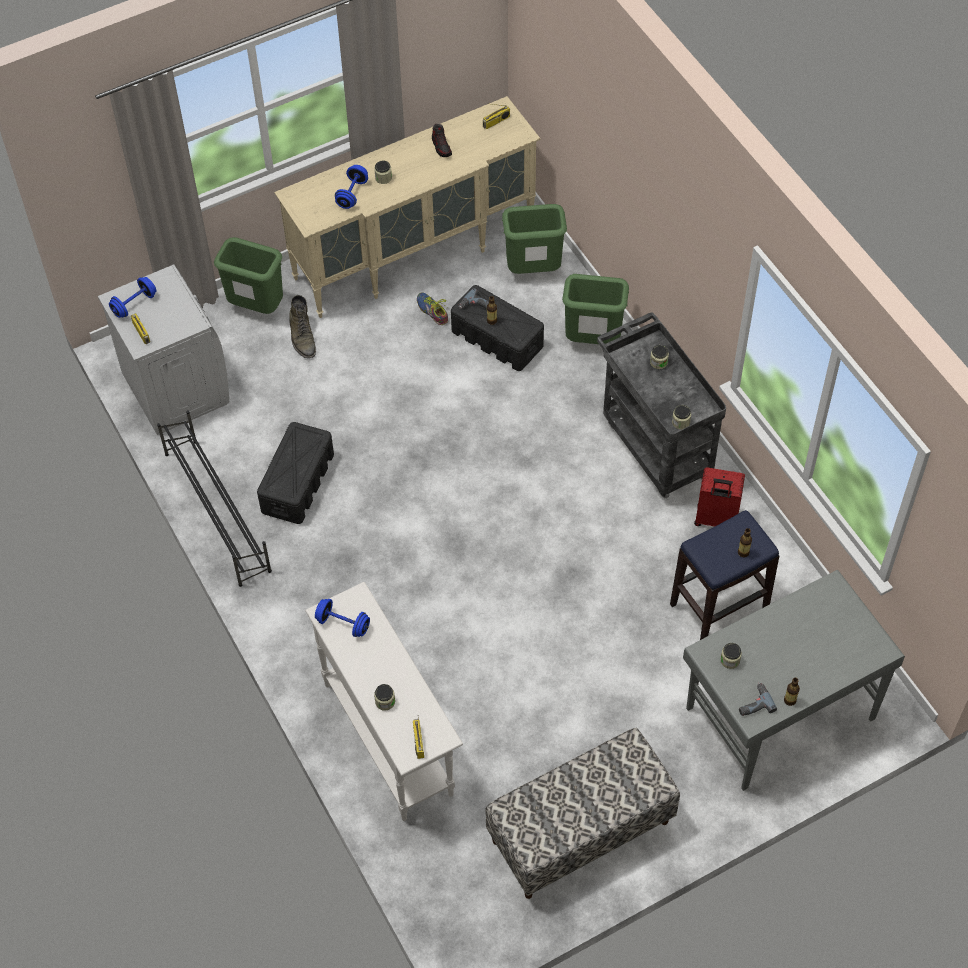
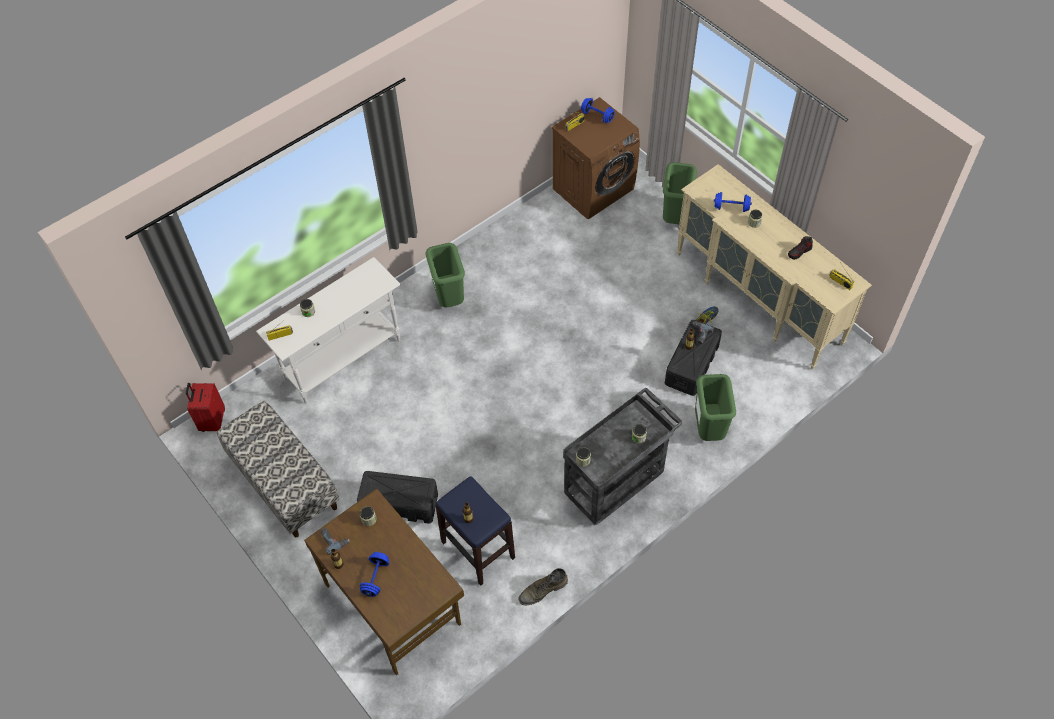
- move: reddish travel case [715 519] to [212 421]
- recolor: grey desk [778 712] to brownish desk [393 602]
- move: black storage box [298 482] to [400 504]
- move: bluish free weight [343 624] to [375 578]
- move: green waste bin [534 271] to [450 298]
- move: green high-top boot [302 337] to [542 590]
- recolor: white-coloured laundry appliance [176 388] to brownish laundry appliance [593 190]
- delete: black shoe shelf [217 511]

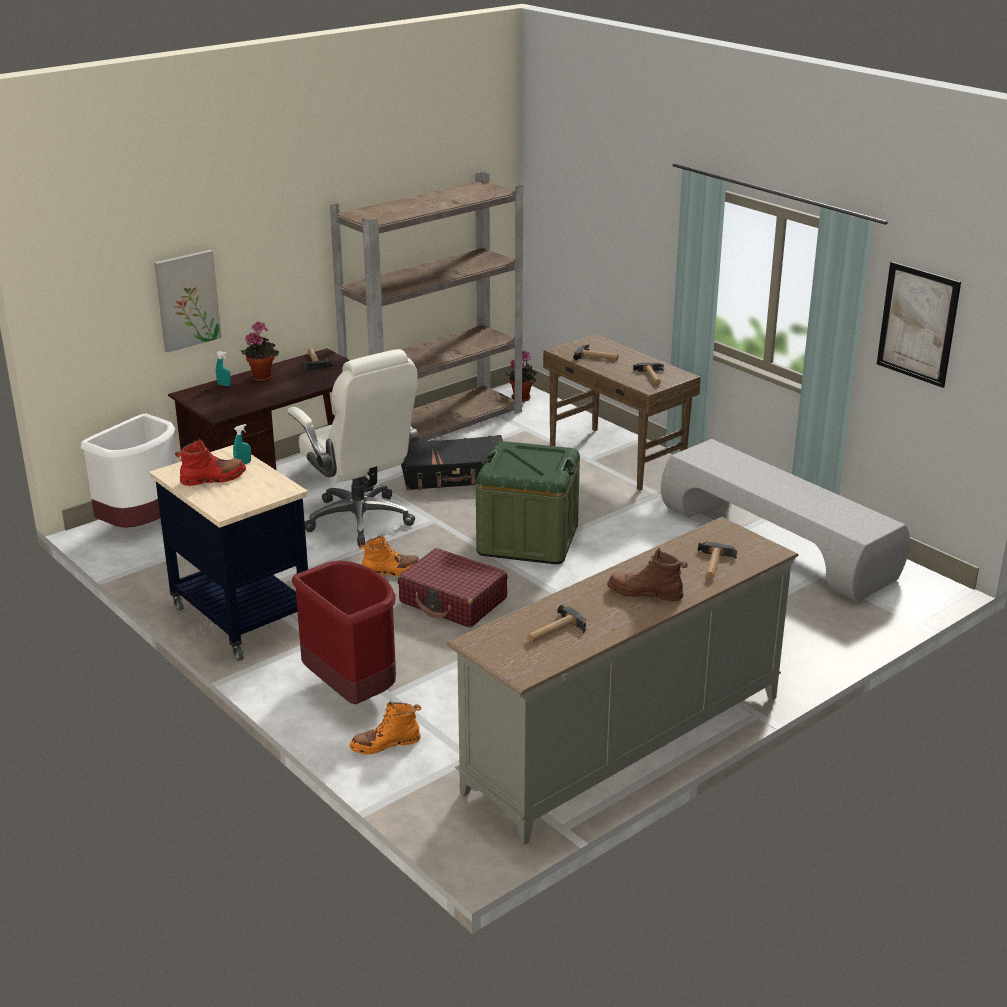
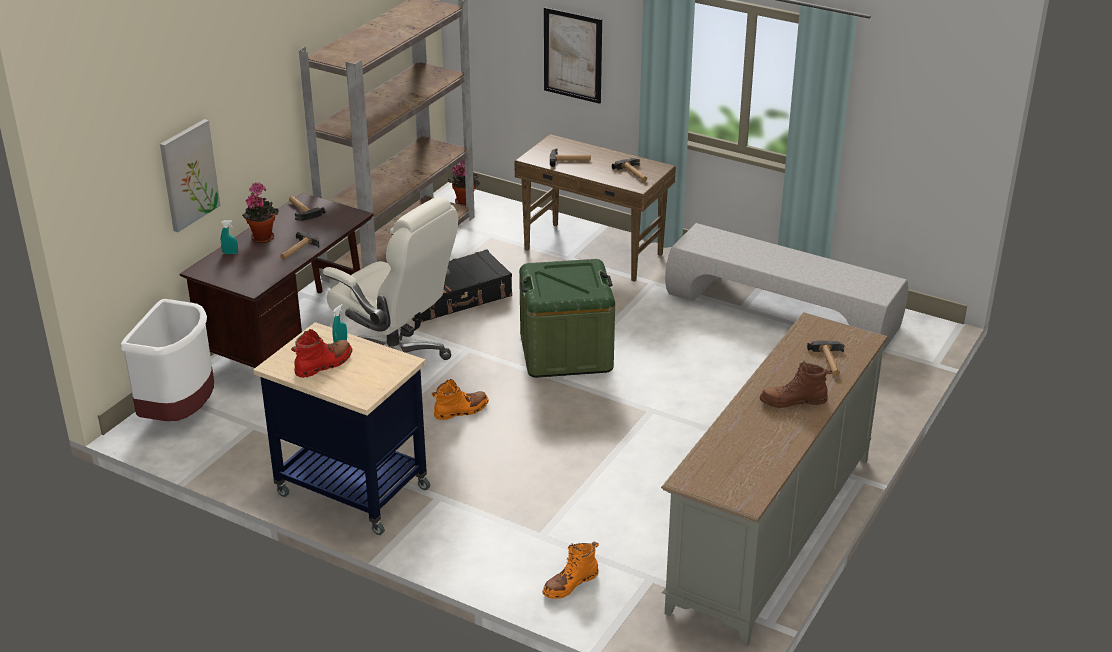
- move: hammer [554 631] to [297 250]
- move: wall art [918 324] to [573 55]
- delete: reddish waste bin [352 690]
- delete: reddish travel case [453 601]

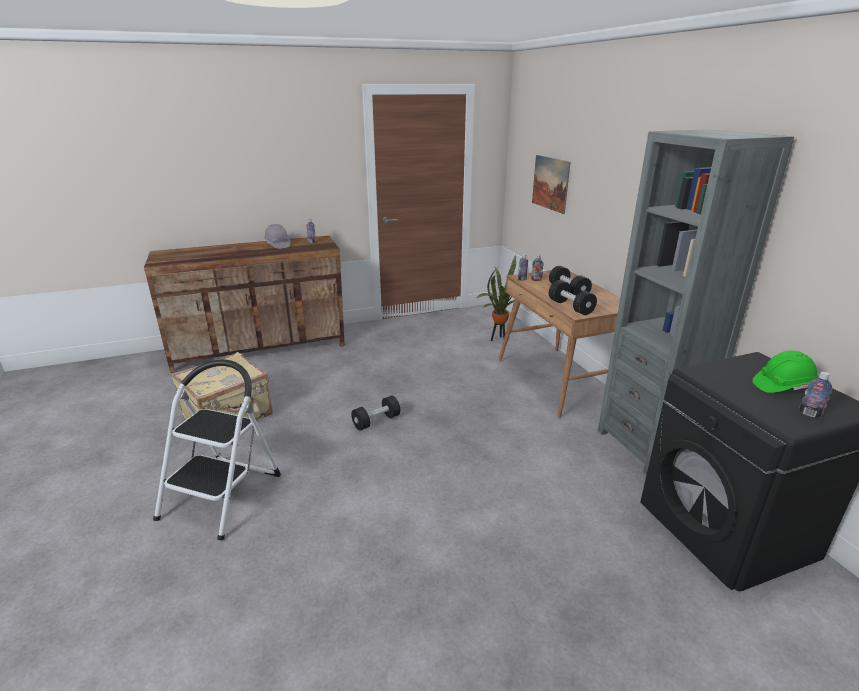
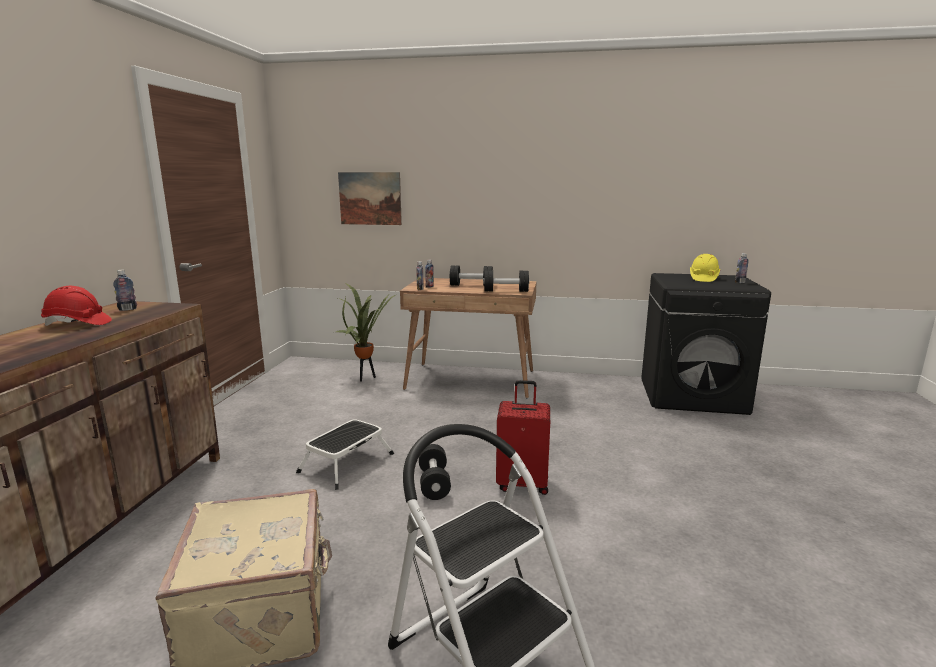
- recolor: grey hard hat [277 245] to reddish hard hat [78 324]
- insert: black step ladder [347 463]
- insert: reddish travel case [522 483]
- recolor: green hard hat [782 386] to yellowish hard hat [703 278]
- delete: grey bookcase [648 445]

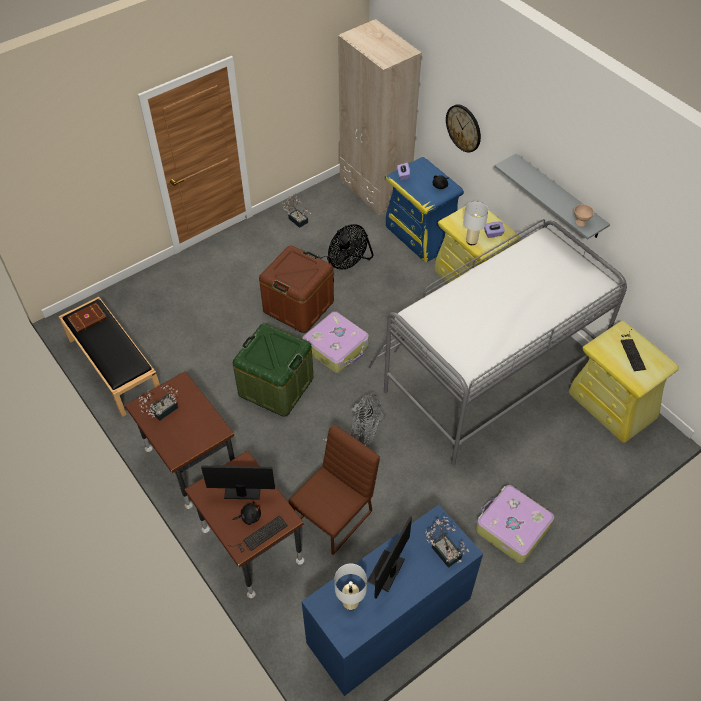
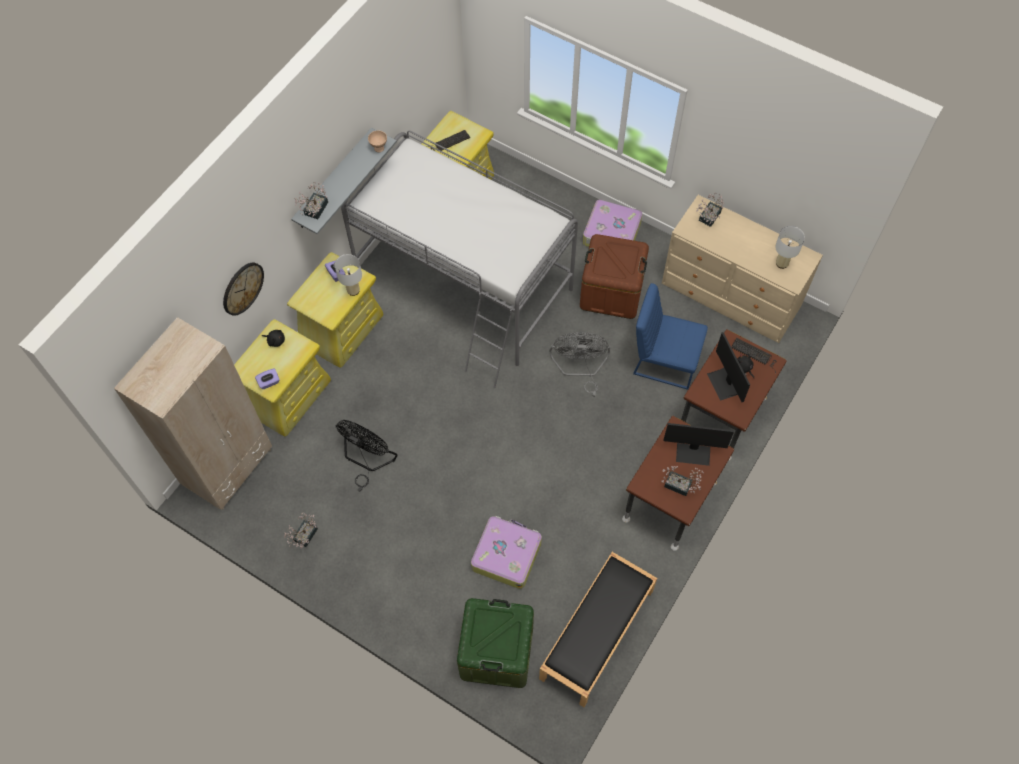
- recolor: bluish nightstand [421 235] to yellowish nightstand [289 396]
- insert: plant in a pot [314 210]
- move: green storage box [276 386] to [496 651]
- move: travel case [336 347] to [506 554]
- move: brownish storage box [298 306] to [611 291]
- recolor: brownish upright chair [335 516] to bluish upright chair [664 361]
- recolor: bluish dresser [388 620] to beige dresser [731 294]
- move: computer display [387 571] to [693 453]
- delete: brownish volume [88 319]

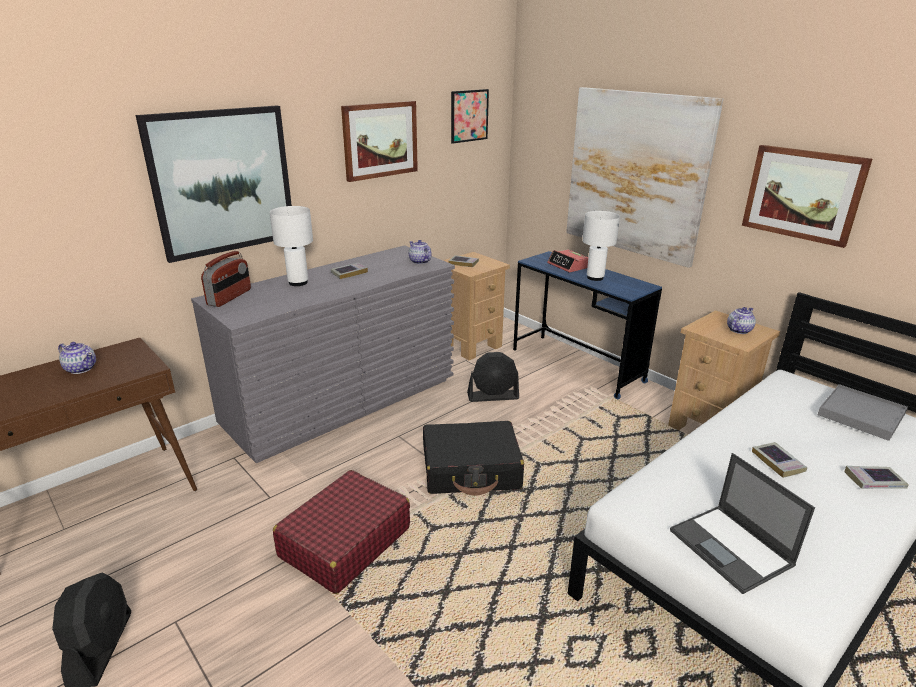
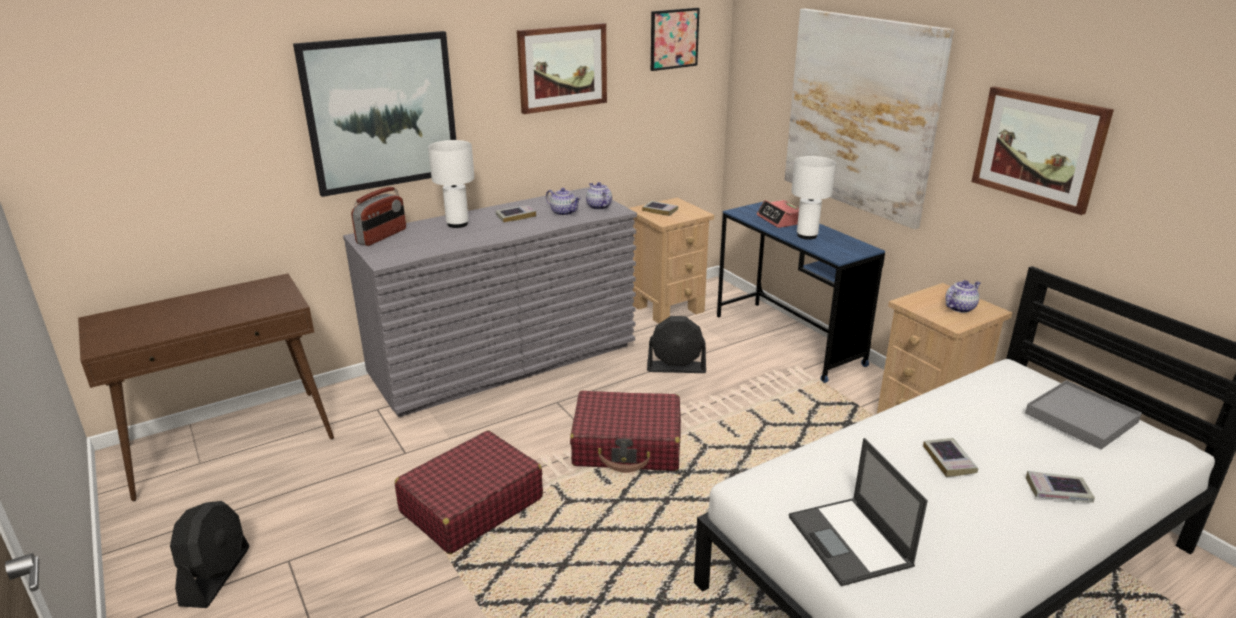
- move: tea pot [81 368] to [563 212]
- recolor: black travel case [471 470] to reddish travel case [627 445]

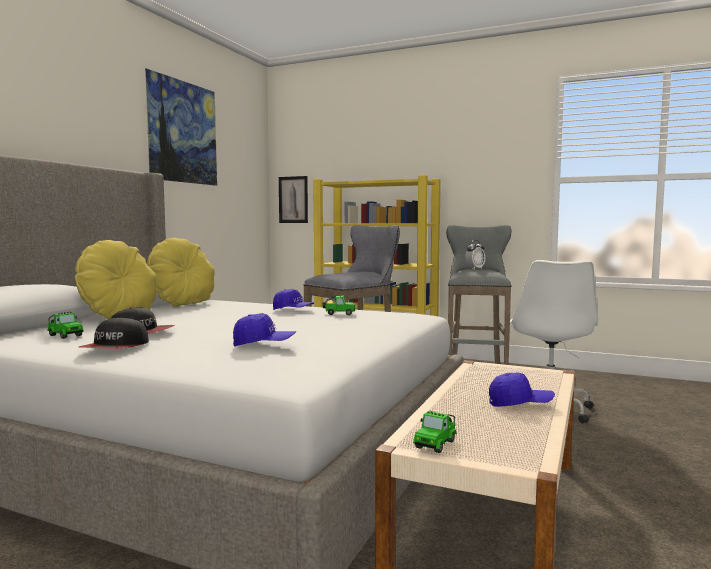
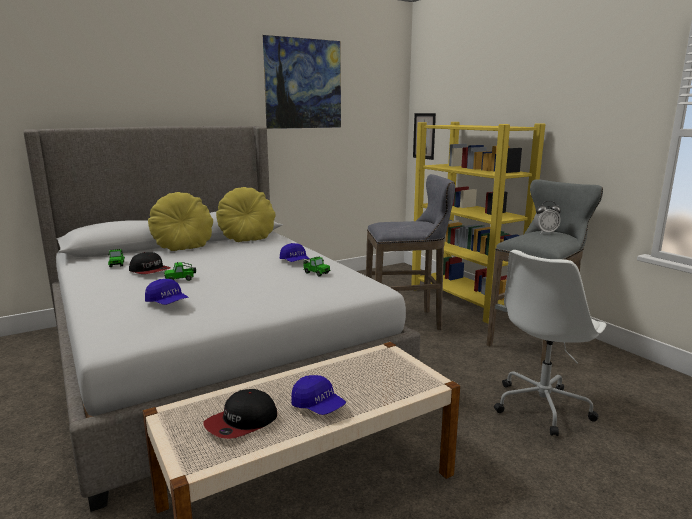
- move: toy car [436 443] to [181 279]
- move: peaked cap [116 347] to [242 422]

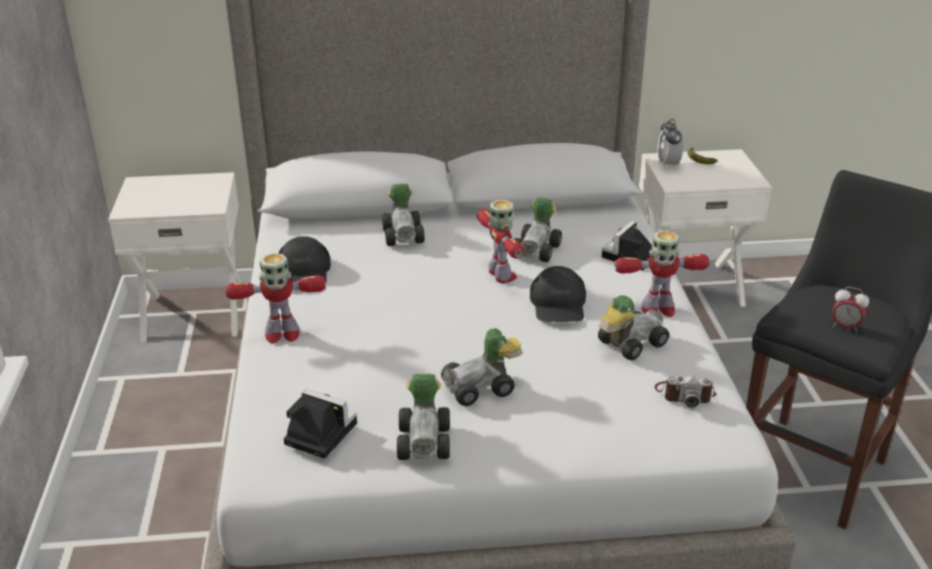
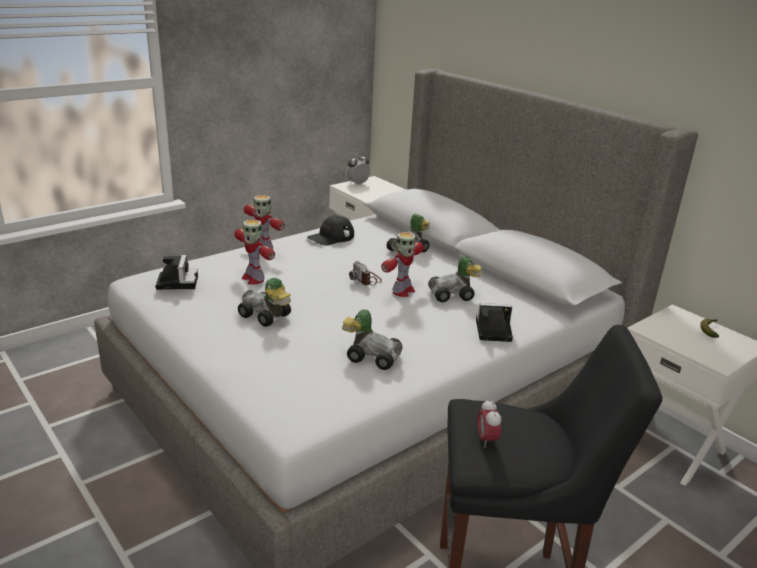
- move: robot figure [657 309] to [253 278]
- move: table clock [668 165] to [357 184]
- move: still camera [684 394] to [366 279]
- delete: toy car [426 439]
- delete: black peaked cap [558 304]

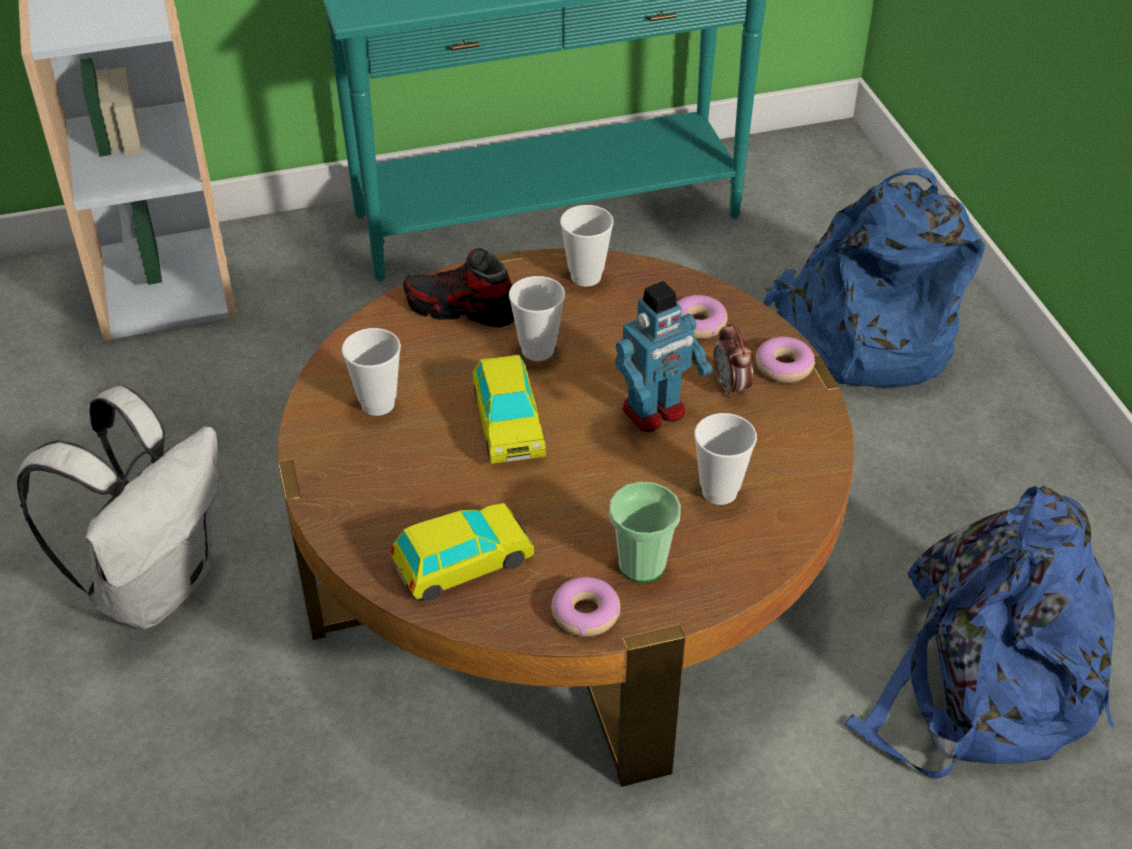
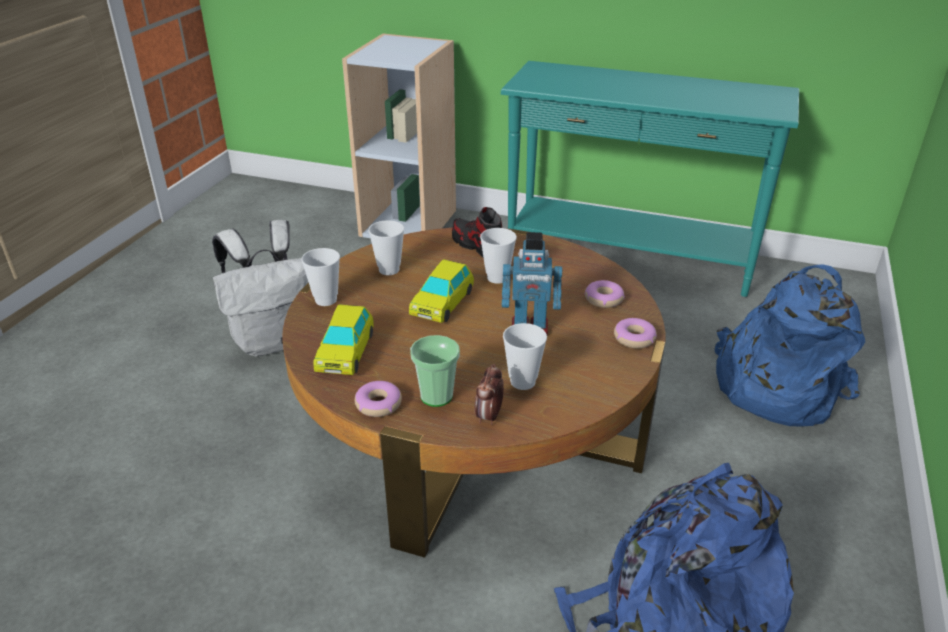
- move: small cup [586 276] to [326 300]
- rotate: toy car [463 563] = [346 353] 90 degrees clockwise
- move: table clock [731 387] to [489 417]

